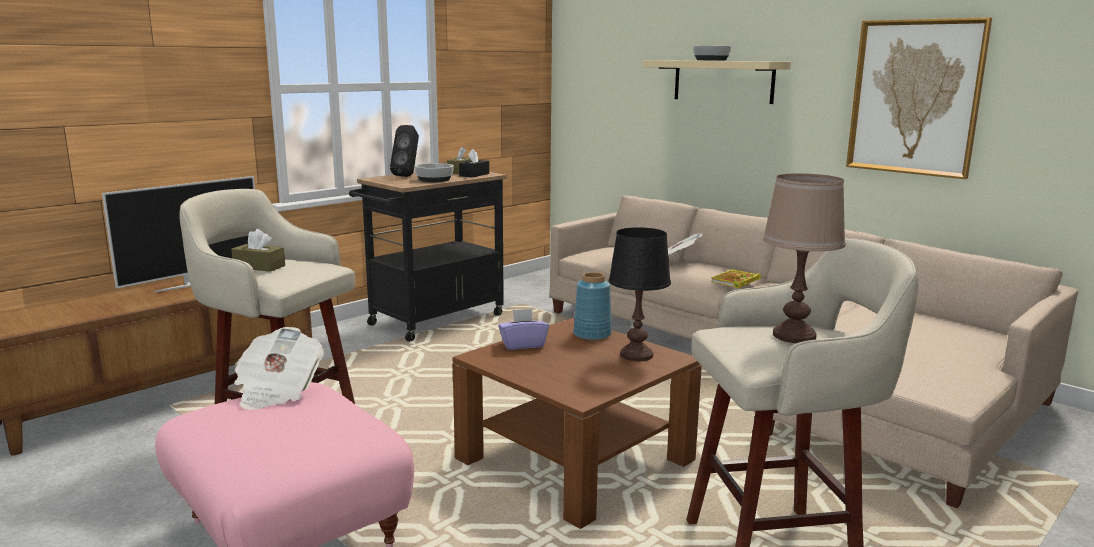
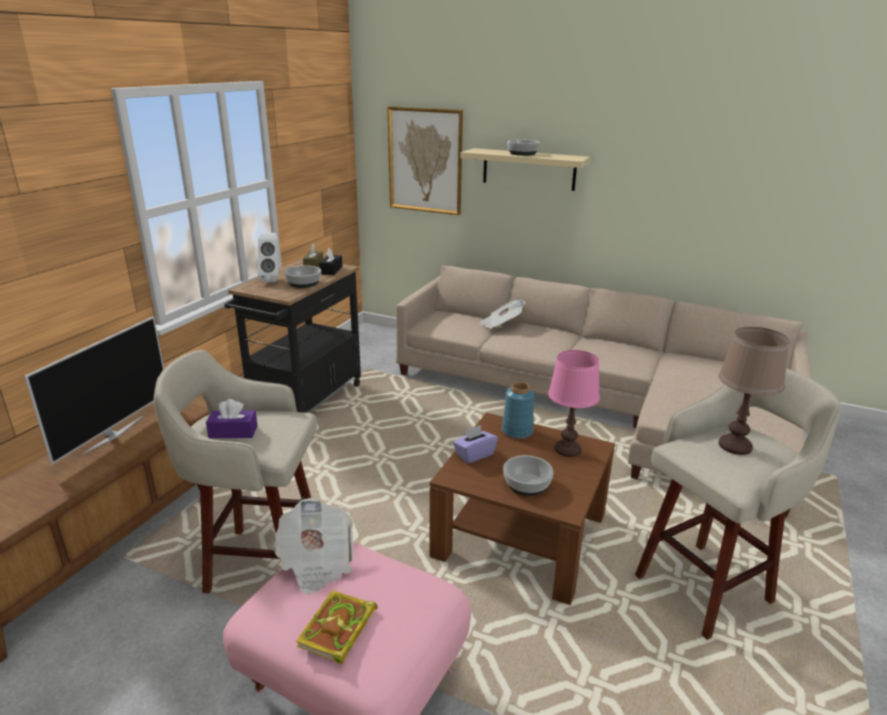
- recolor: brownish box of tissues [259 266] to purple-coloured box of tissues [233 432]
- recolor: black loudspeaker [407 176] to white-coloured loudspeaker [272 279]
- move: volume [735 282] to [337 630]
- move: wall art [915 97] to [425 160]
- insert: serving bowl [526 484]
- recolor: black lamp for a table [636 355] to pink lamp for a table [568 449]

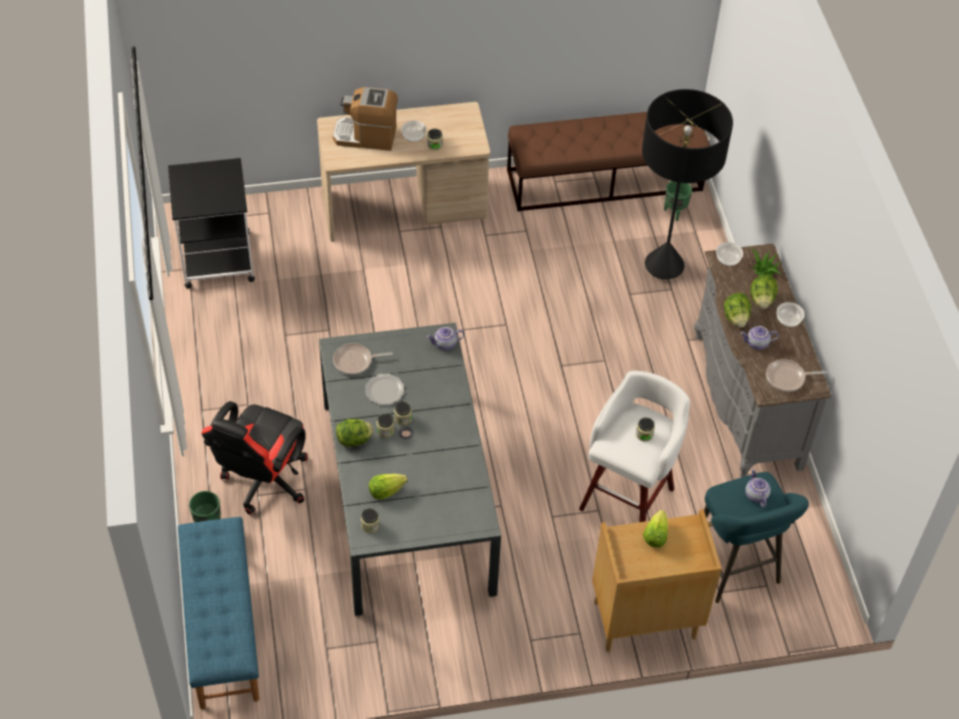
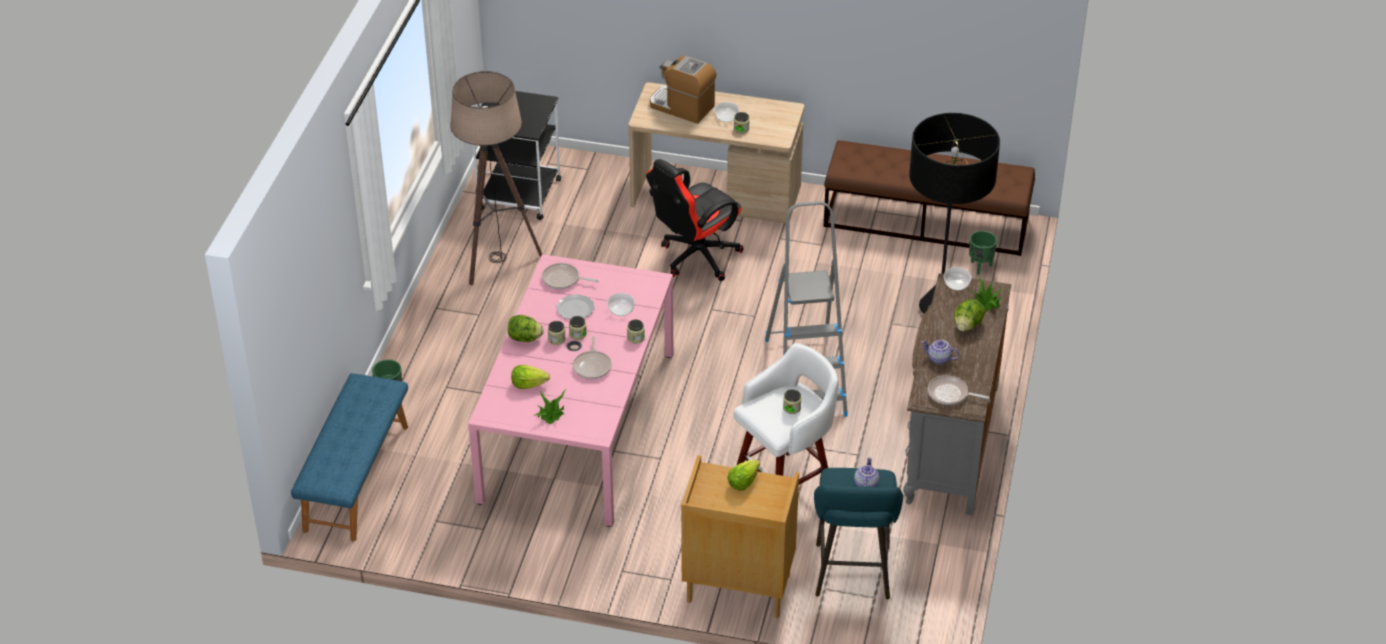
- insert: floor lamp [496 258]
- recolor: grey dinner table [407 496] to pink dinner table [578 426]
- insert: plant in a pot [551 413]
- insert: pan [592 366]
- move: serving bowl [788 319] to [620 310]
- move: jar [370 525] to [636 338]
- move: black desk chair [262 484] to [694 260]
- insert: grey step ladder [805 377]
- delete: tea pot [445 344]
- delete: lettuce head [736 318]

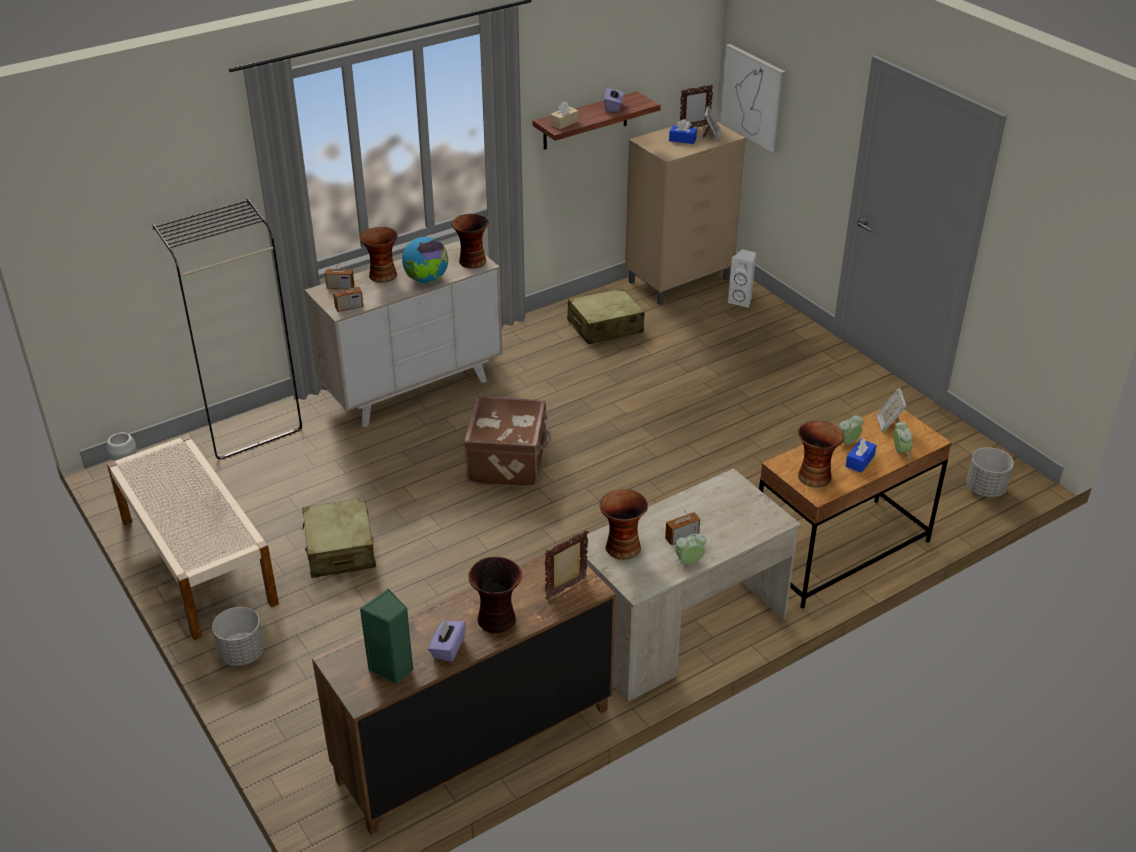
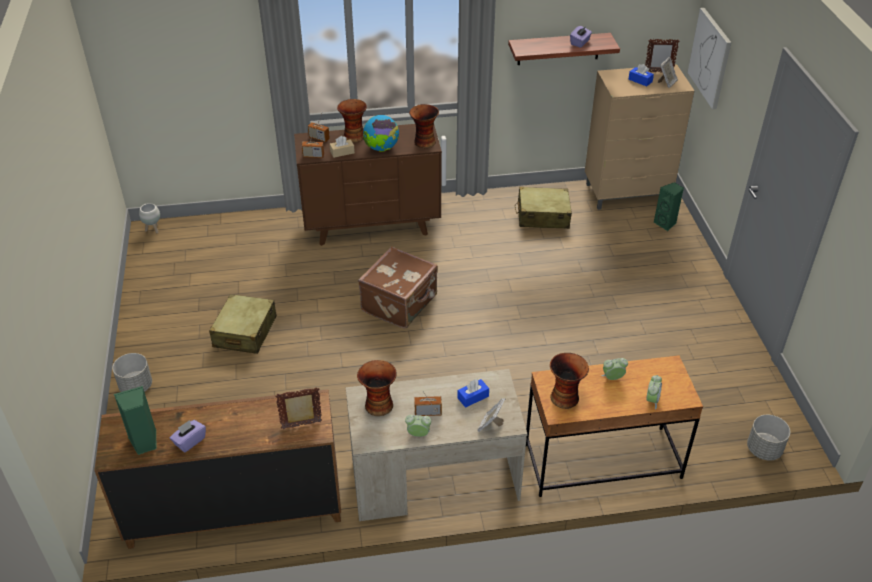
- recolor: white-coloured dresser [413 389] to brownish dresser [371 226]
- move: beige box of tissues [564 123] to [342 152]
- move: bluish box of tissues [860 461] to [473 397]
- move: picture frame [888 424] to [490 425]
- recolor: white-coloured loudspeaker [741 301] to green loudspeaker [666 224]
- delete: beige long seat [196 561]
- delete: black garment rack [251 431]
- delete: vase [497 620]

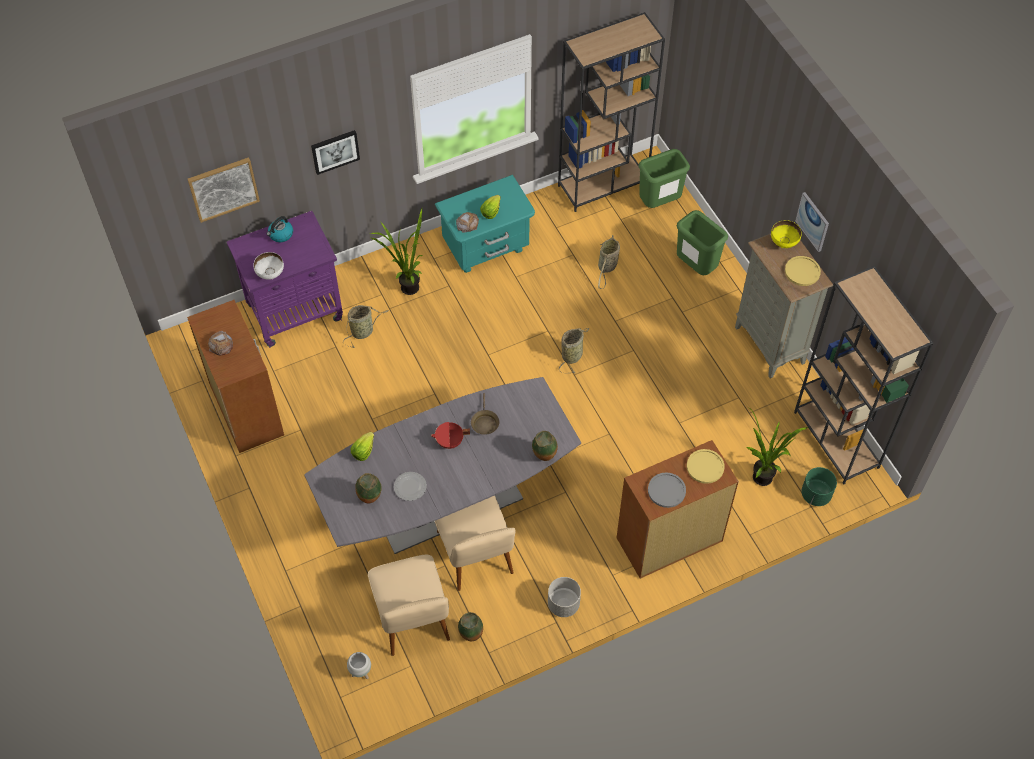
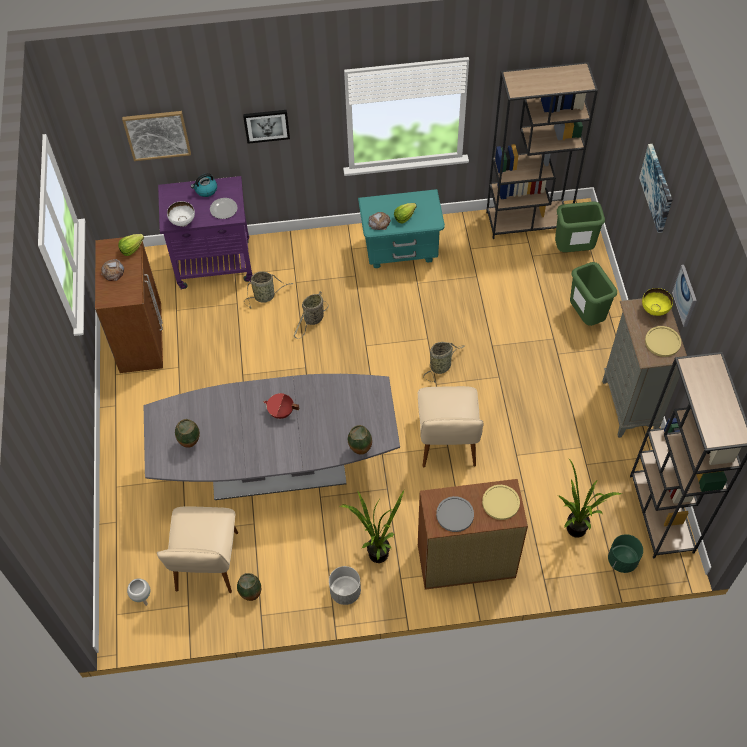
- move: lettuce head [363 451] to [132 249]
- move: plate [410 487] to [224 209]
- move: basket [607 267] to [313 320]
- move: plant in a pot [405 287] to [374 552]
- move: beige upright chair [475 553] to [447 439]
- insert: wall art [658 188]
- delete: brownish pan [484 422]

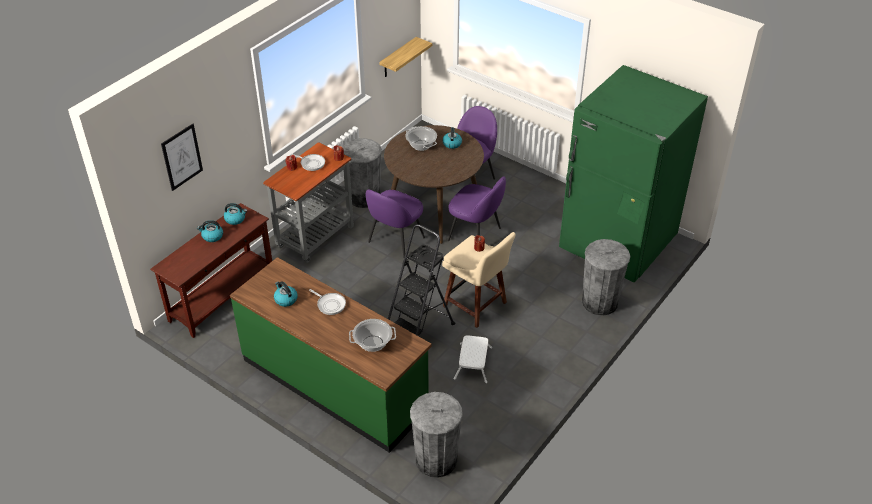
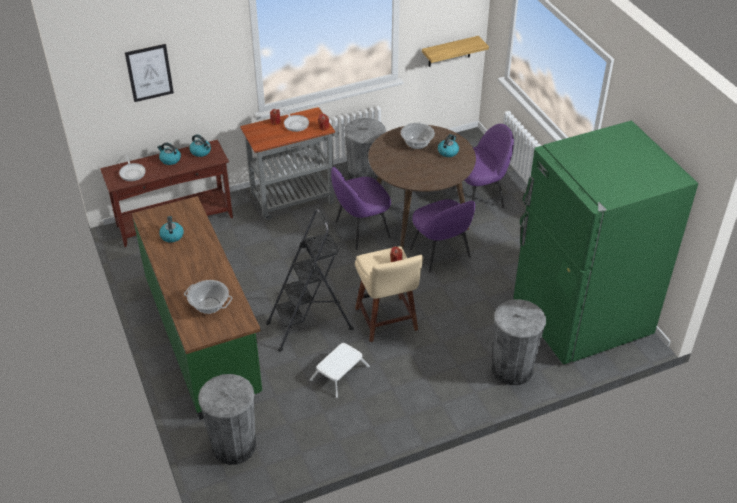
- move: pan [330 304] to [132 172]

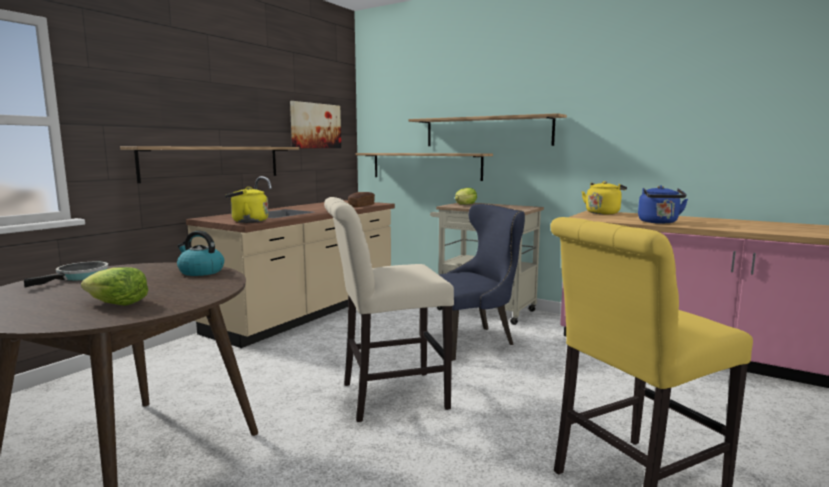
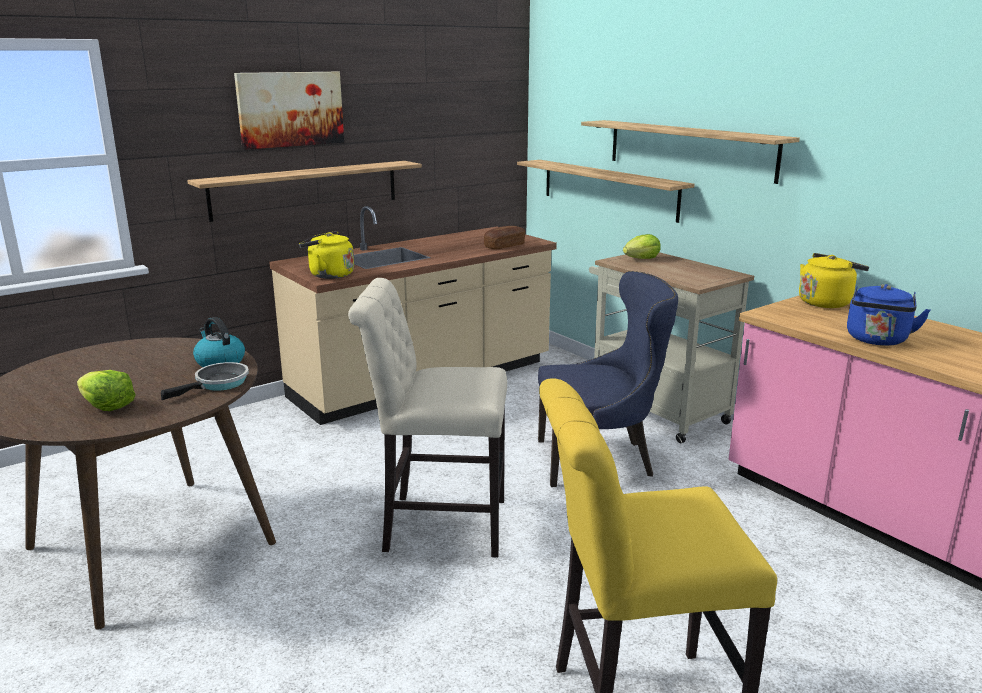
- move: pan [79 277] to [218 384]
- move: wall art [315 126] to [290 109]

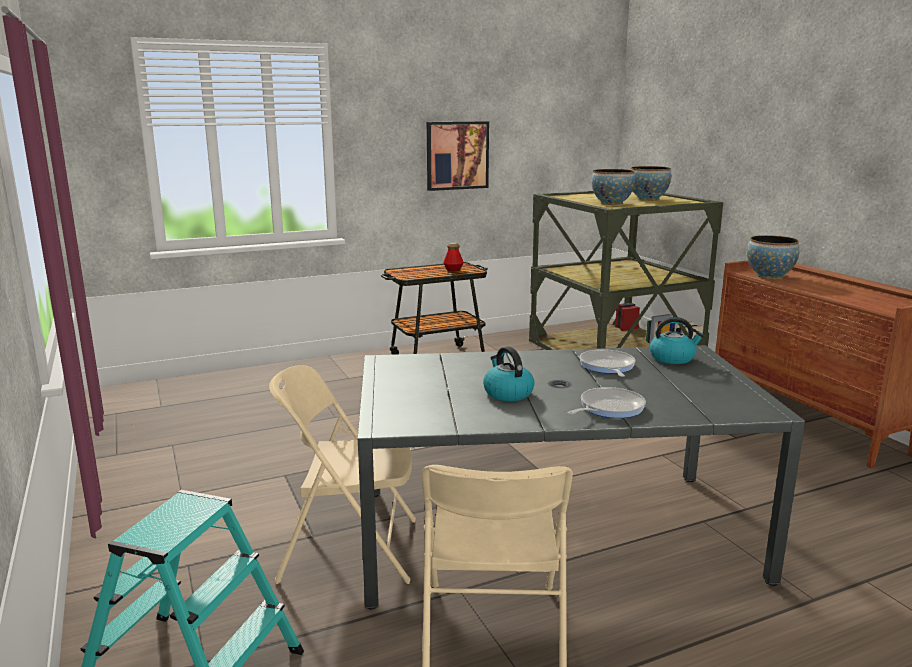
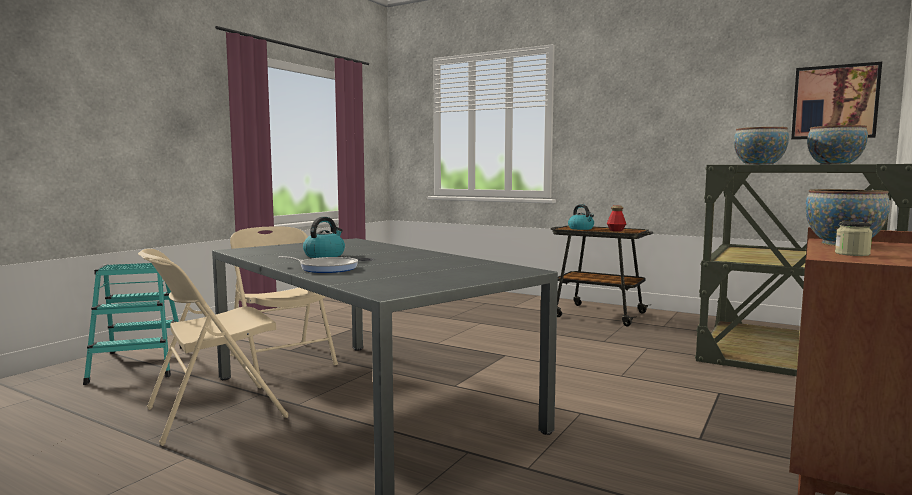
- move: kettle [673 358] to [581 228]
- move: wall art [457 155] to [834 102]
- insert: jar [852 254]
- delete: pan [607 367]

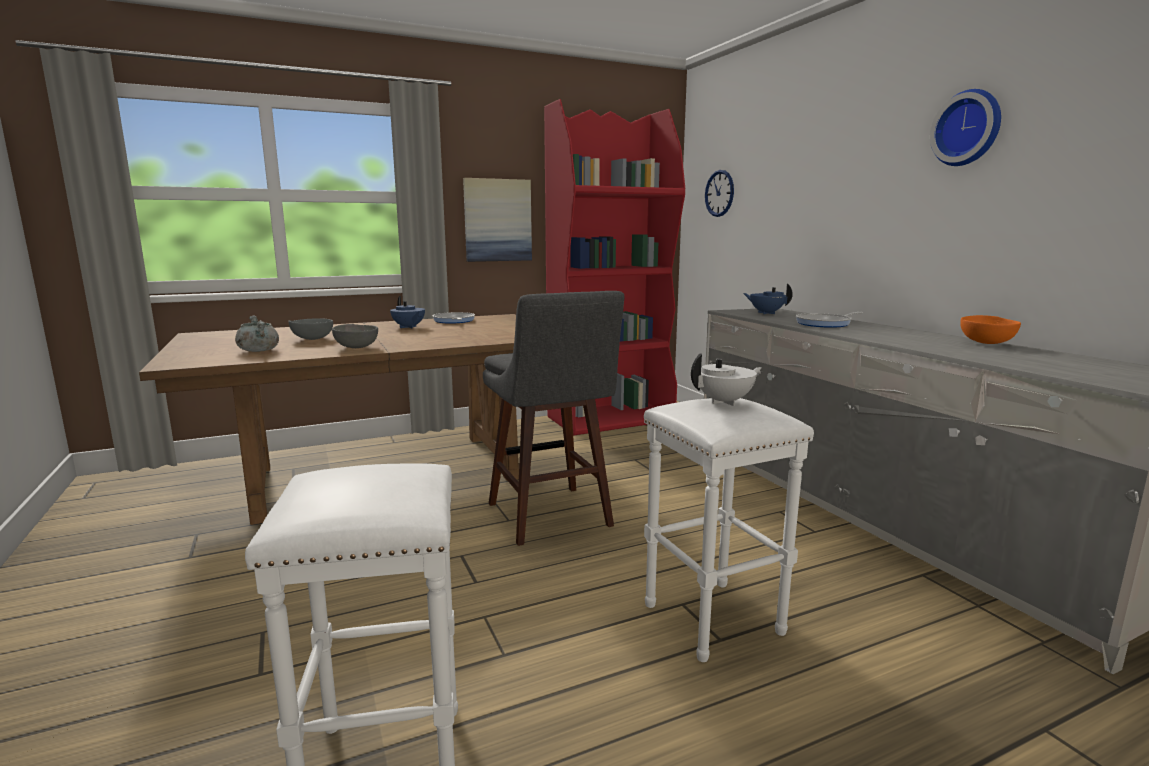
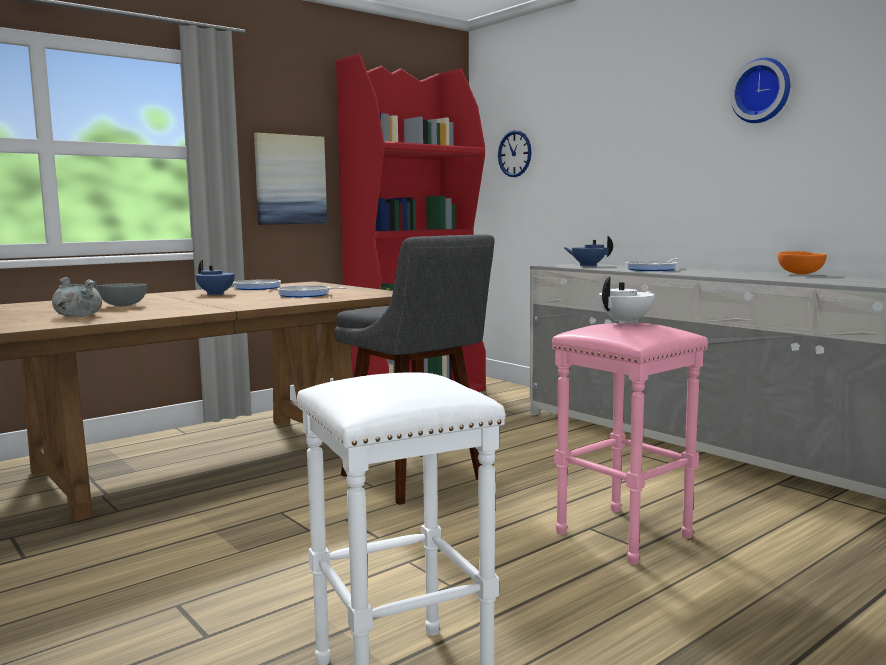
- insert: pan [306 295]
- recolor: white-coloured stool seat [716 619] to pink stool seat [627 534]
- delete: grey serving bowl [357 347]

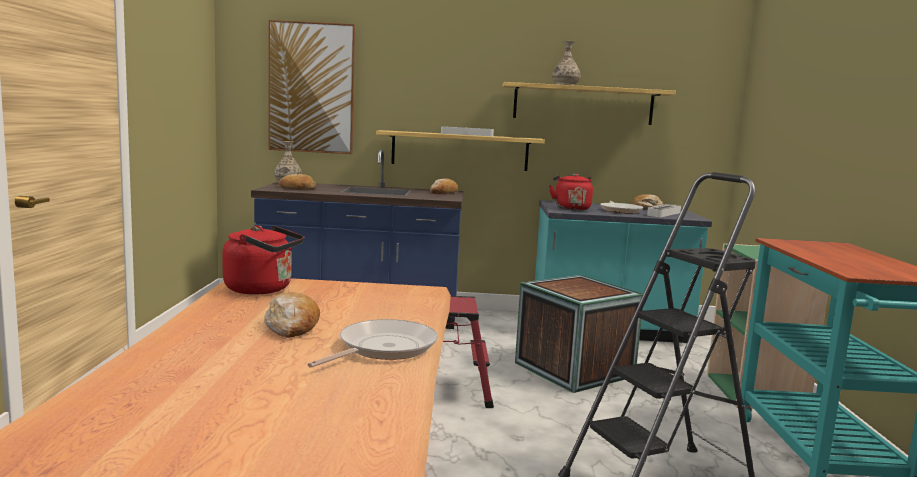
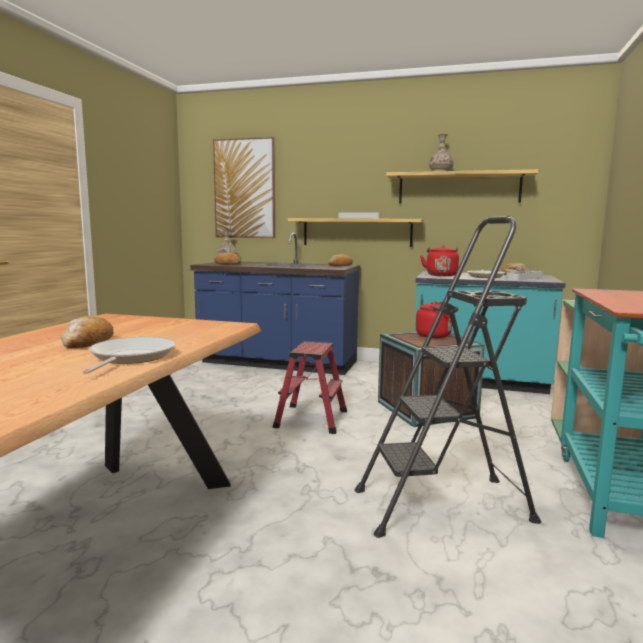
- rotate: pan [383 348] = [130 357] 45 degrees counterclockwise
- move: reddish kettle [263 289] to [436 336]

